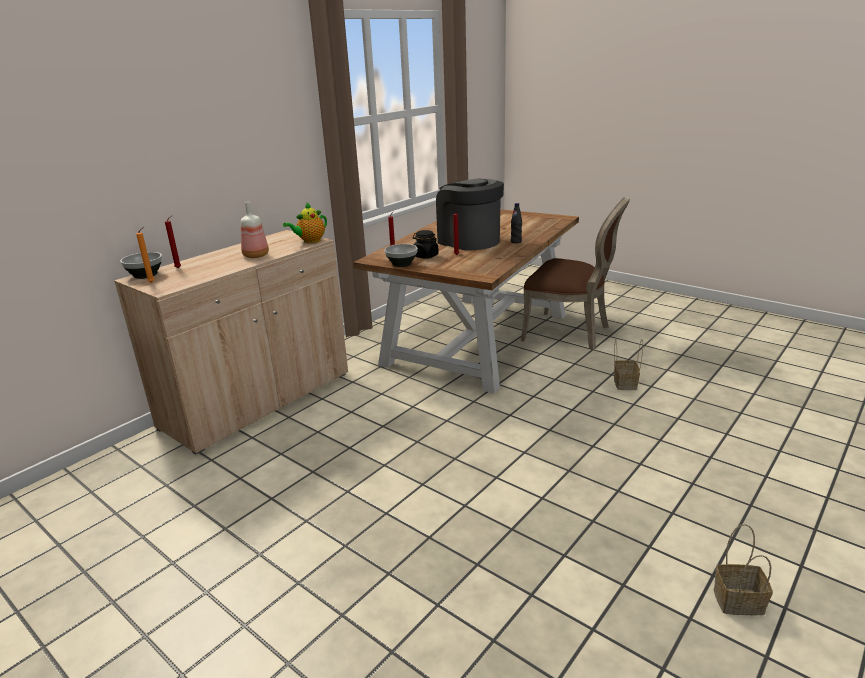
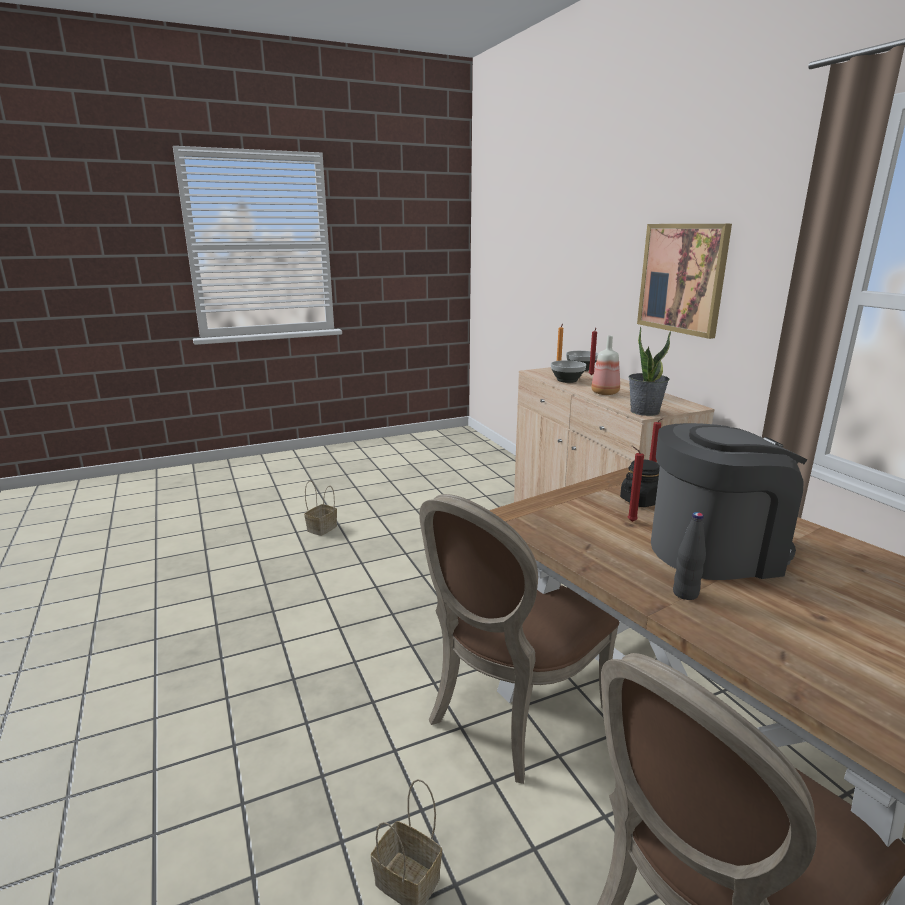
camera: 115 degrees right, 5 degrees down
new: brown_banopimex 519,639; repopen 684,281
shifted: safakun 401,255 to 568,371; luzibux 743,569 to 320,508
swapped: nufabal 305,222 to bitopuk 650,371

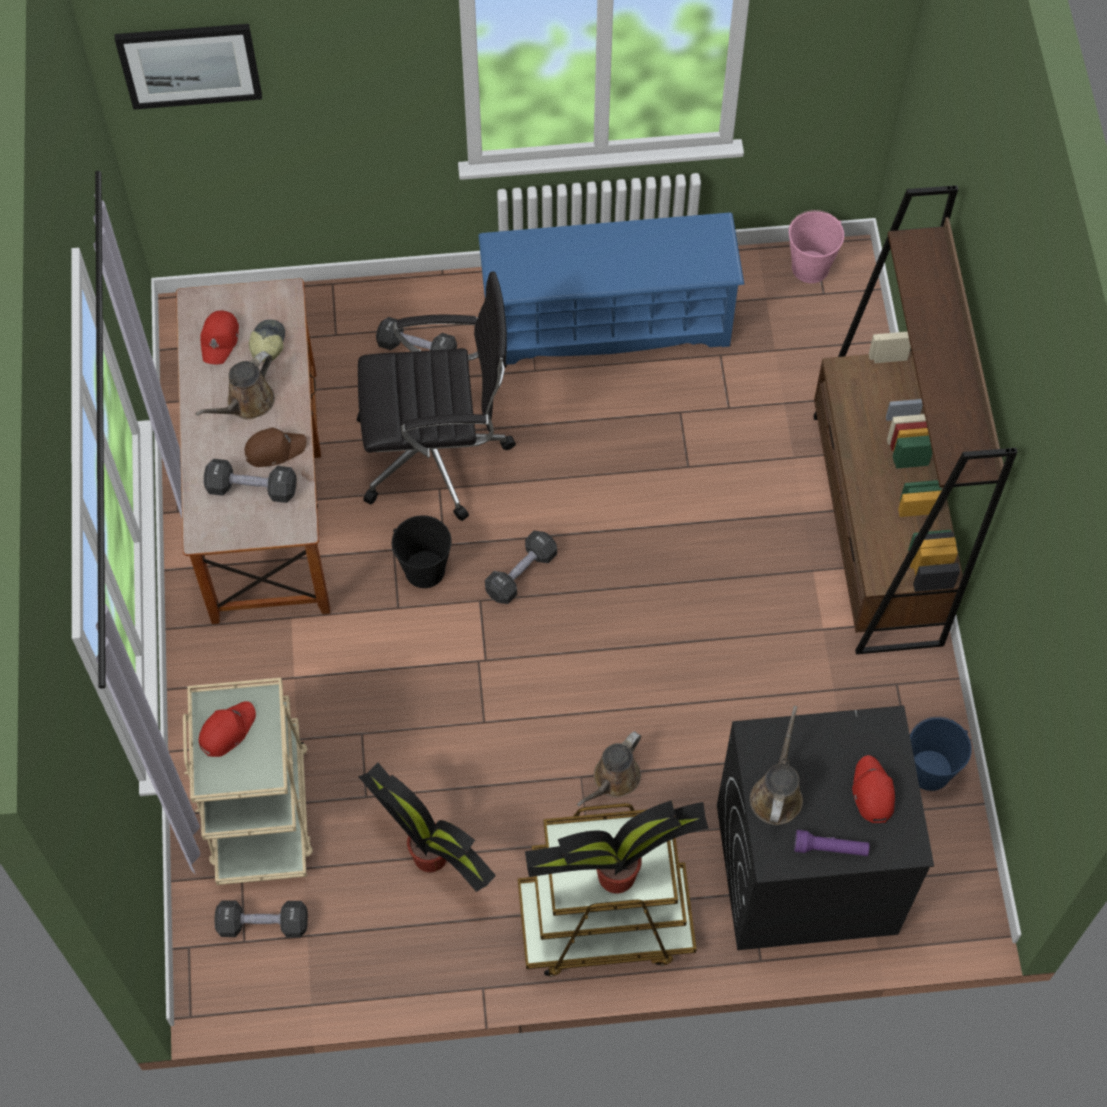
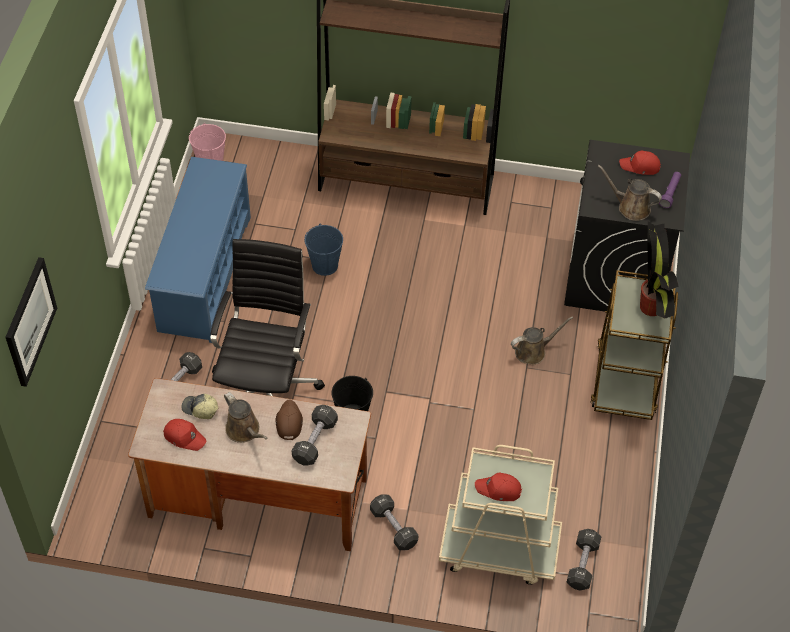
camera: 75 degrees left, 10 degrees down
gone: bitopuk 427,827
shifted: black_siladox 521,567 to 394,522; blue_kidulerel 941,754 to 323,250
rotated: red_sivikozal 227,729 = 498,486 45 degrees counterclockwise; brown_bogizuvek 609,768 = 542,340 75 degrees counterclockwise

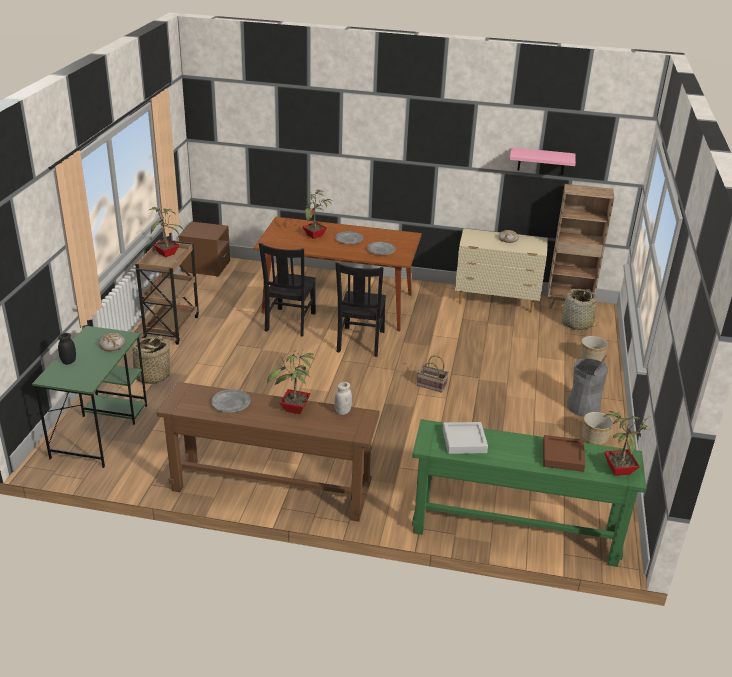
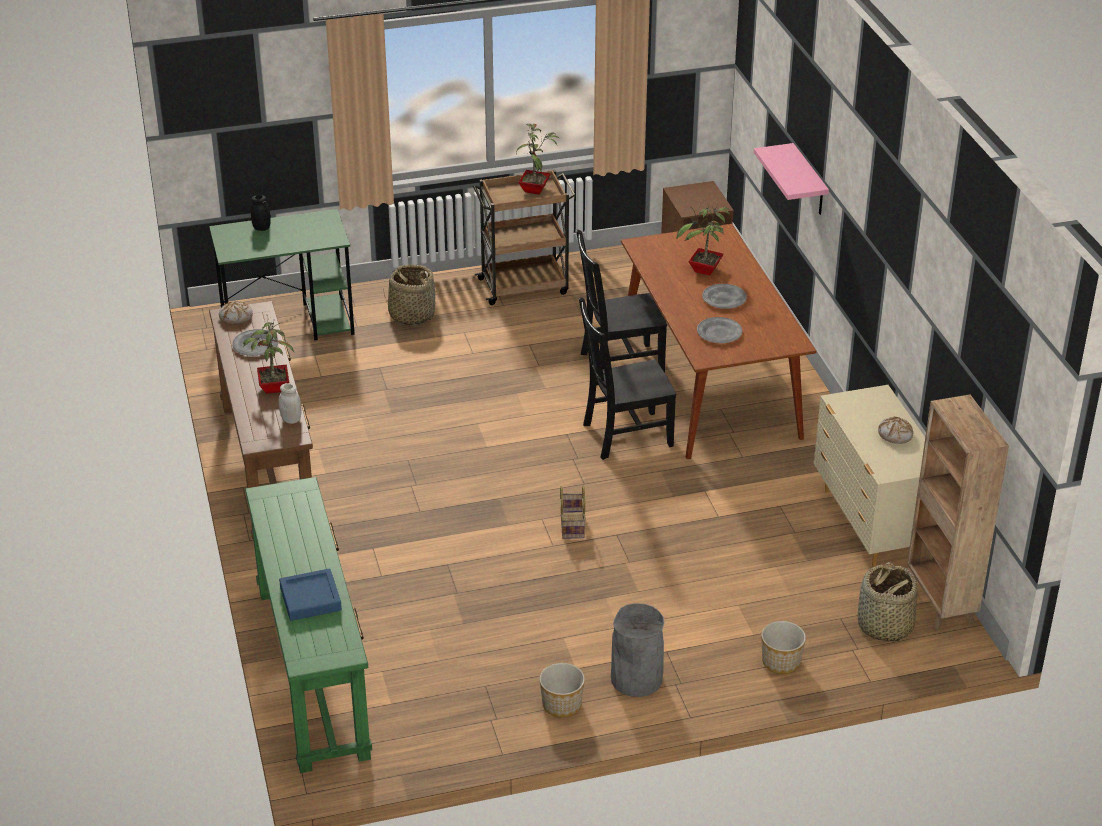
camera: 65 degrees right, 5 degrees up
gone: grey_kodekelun 465,438; bitopuk 627,443
shifted: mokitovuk 112,342 to 236,313; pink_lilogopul 543,161 to 791,179
repainted: brown_kodekelun 564,453 to blue_kodekelun 310,595

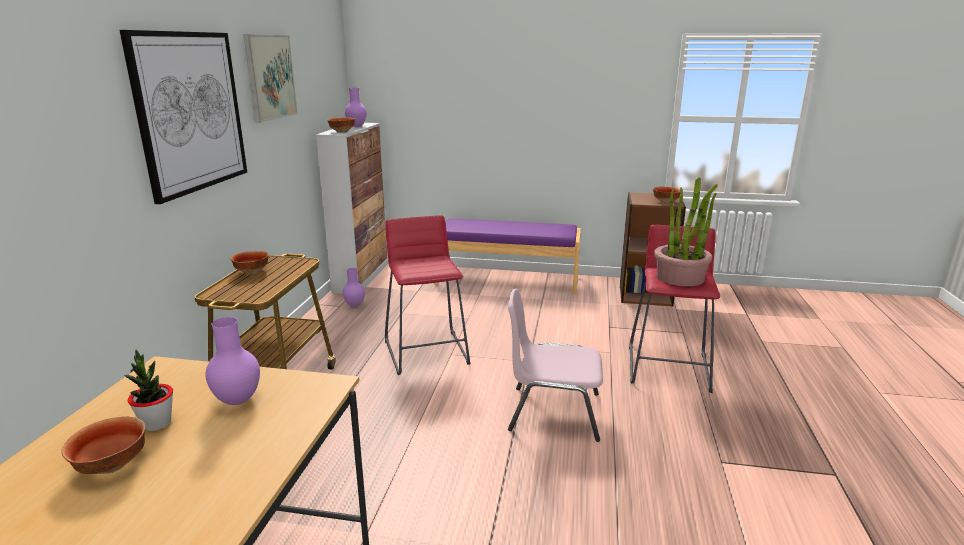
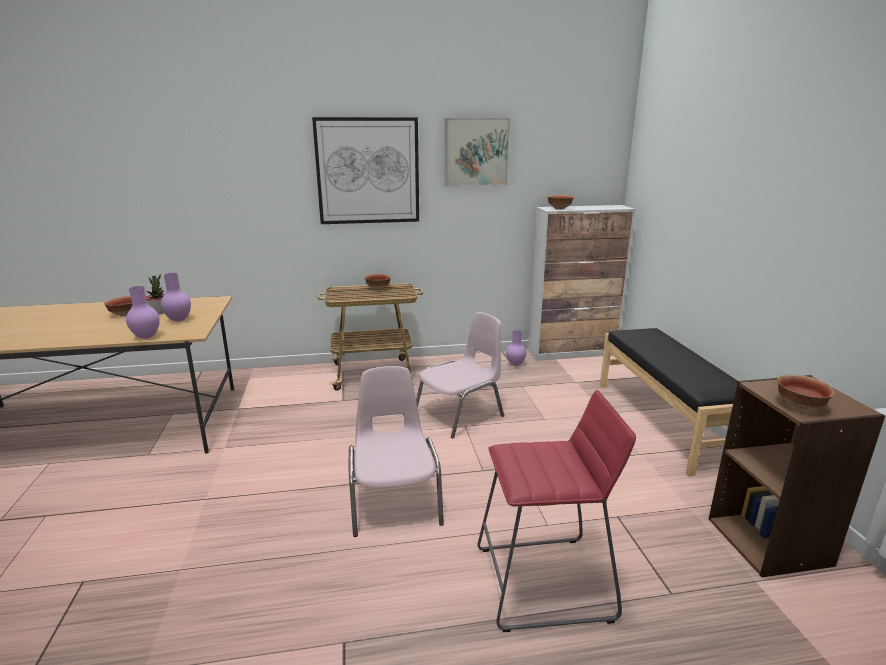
camera: 70 degrees right, 0 degrees up
gone: bitopuk 686,231
shifted: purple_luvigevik 355,107 to 143,312
swapped: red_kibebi 427,295 to pink_banopimex 460,375
repainted: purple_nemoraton 507,256 to black_nemoraton 669,402

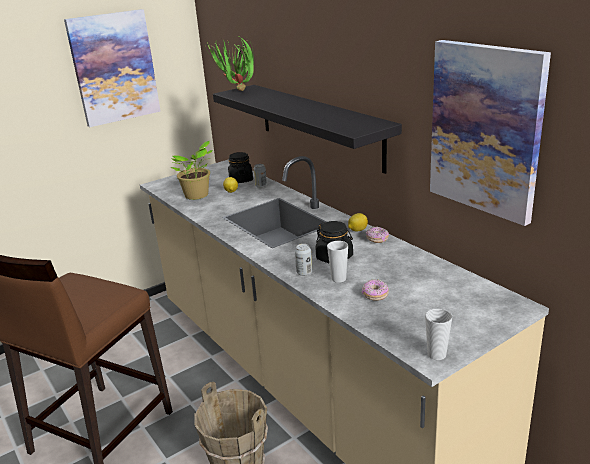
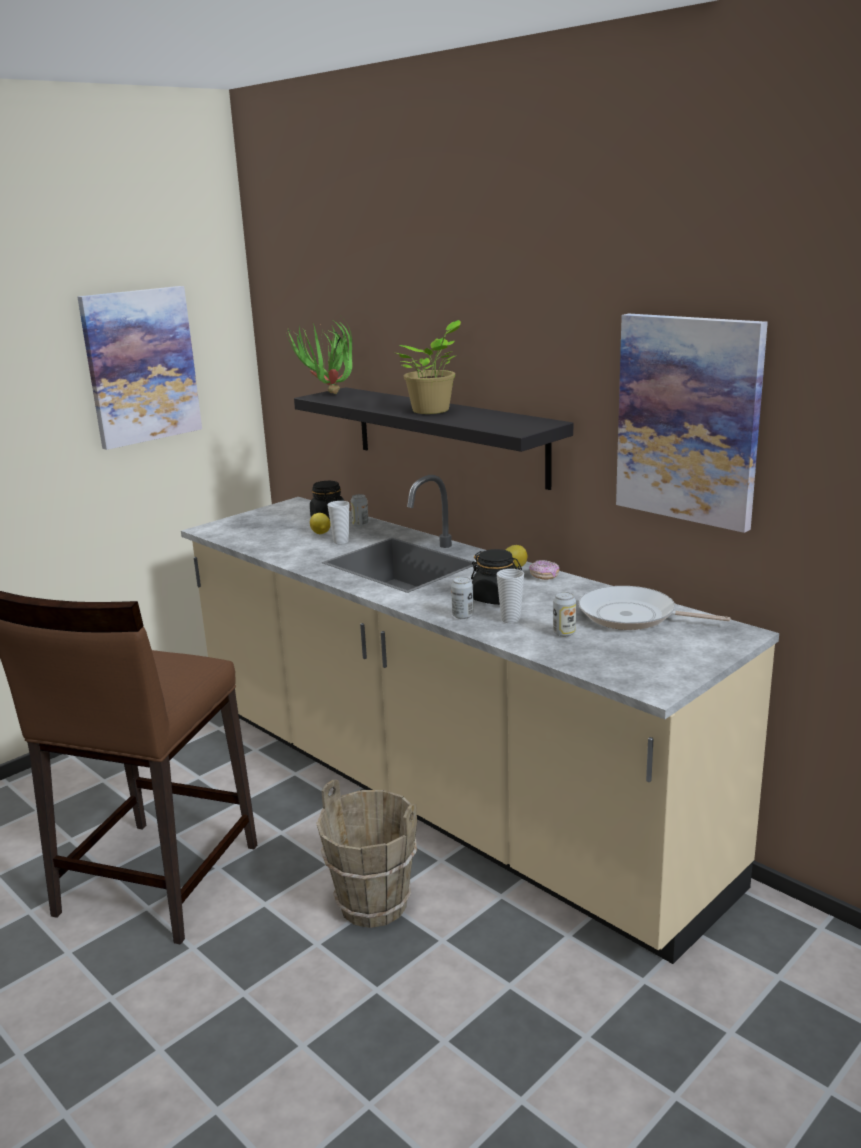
camera: 10 degrees left, 5 degrees down
new: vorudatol 655,608
shifted: bitopuk 192,170 to 428,367; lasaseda 439,334 to 338,522
swapped: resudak 375,290 to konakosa 564,614

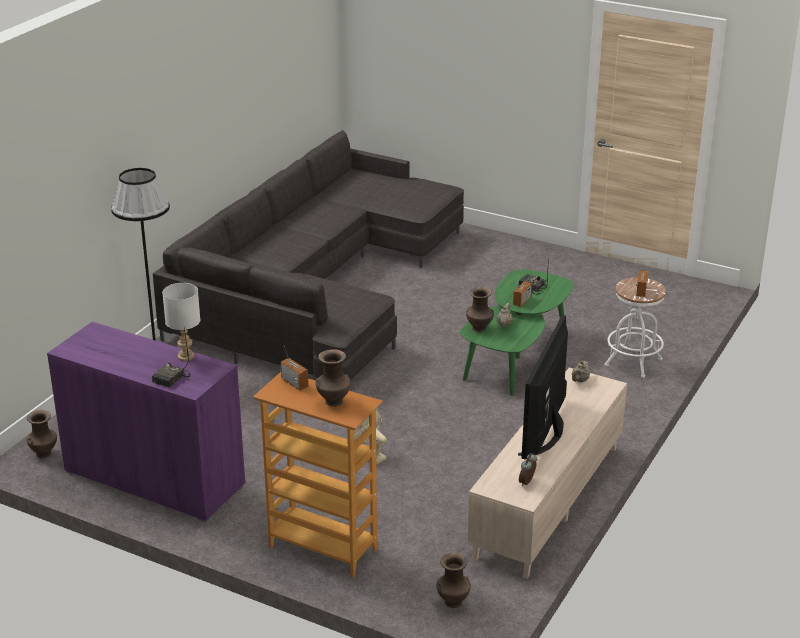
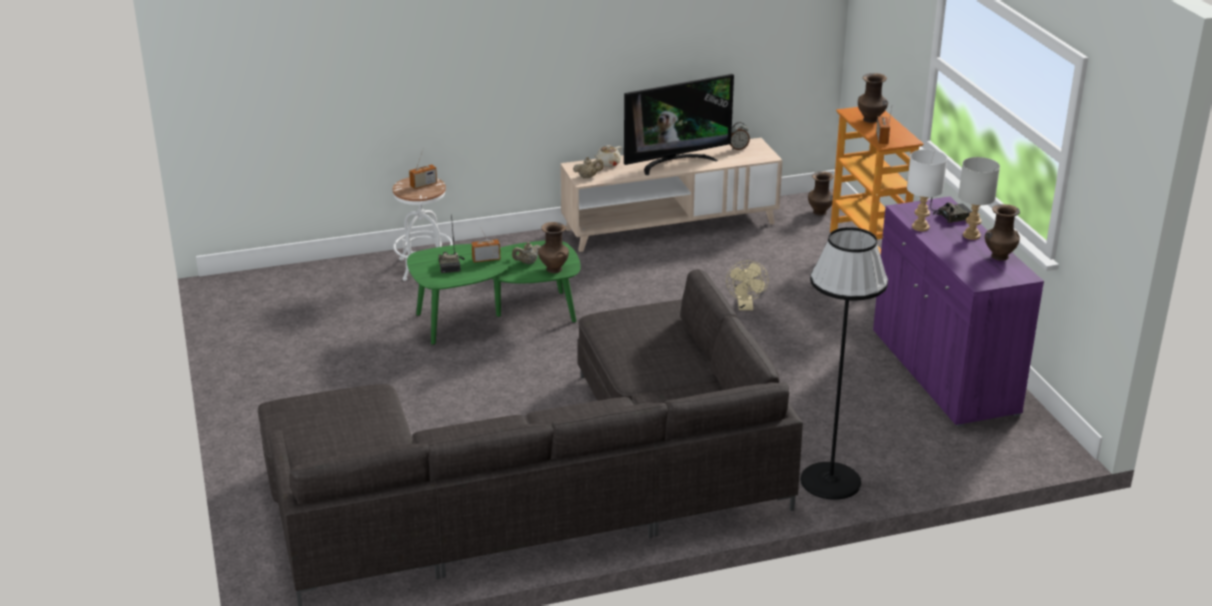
camera: 135 degrees left, 0 degrees up
new: beige_nufabal 608,156; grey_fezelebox 979,198
shifted: brown_luvigevik 42,434 to 1002,232

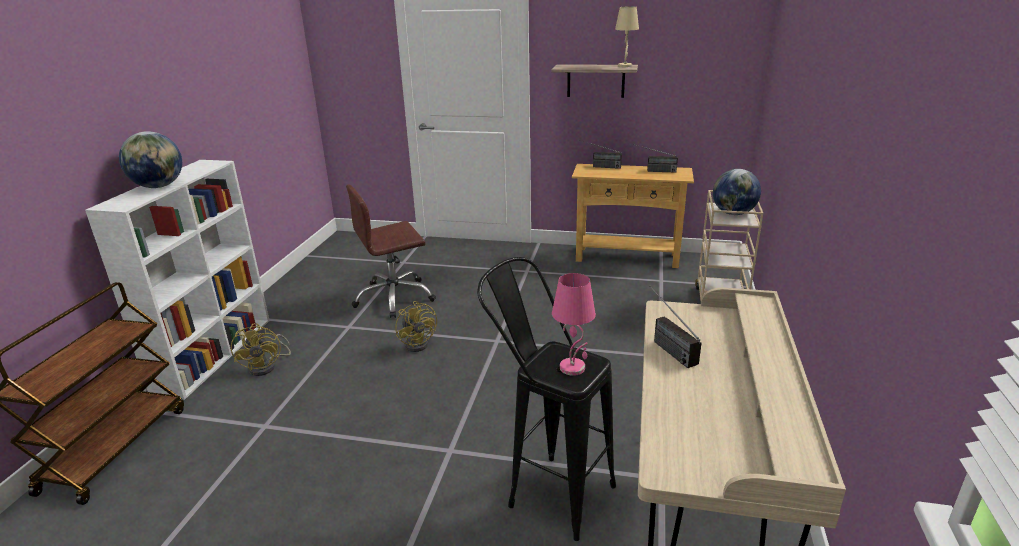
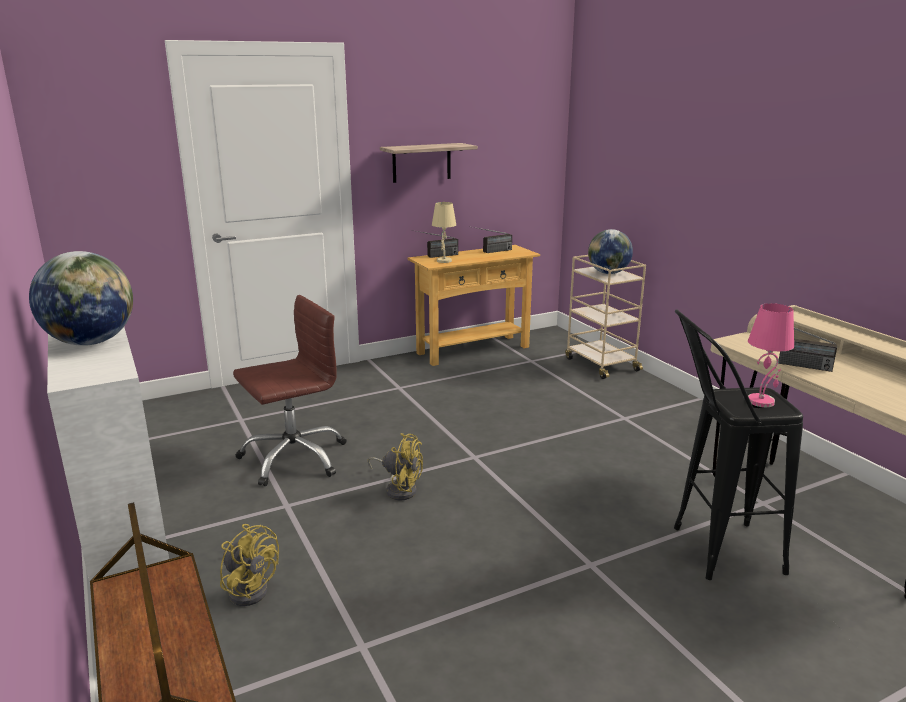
camera: 40 degrees left, 5 degrees down
shifted: beige_fezelebox 627,36 to 444,232
rotated: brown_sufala 391,251 = 290,390 150 degrees counterclockwise

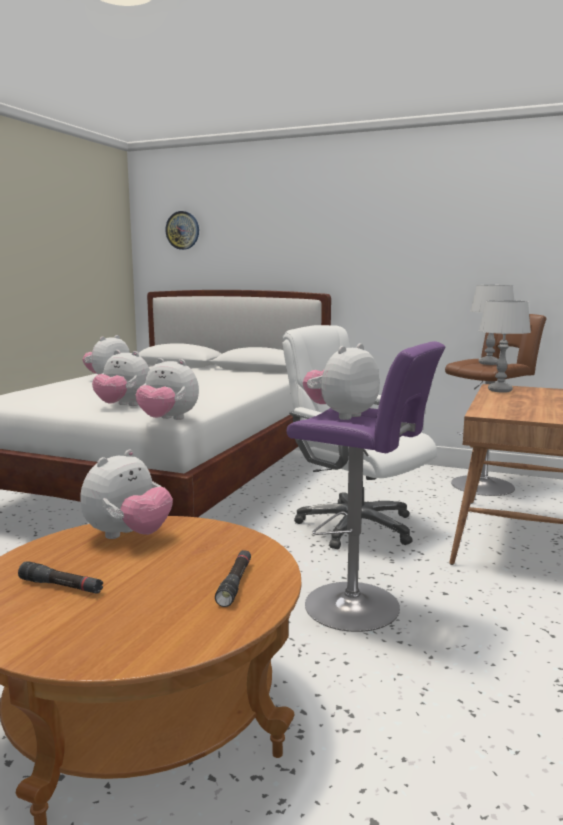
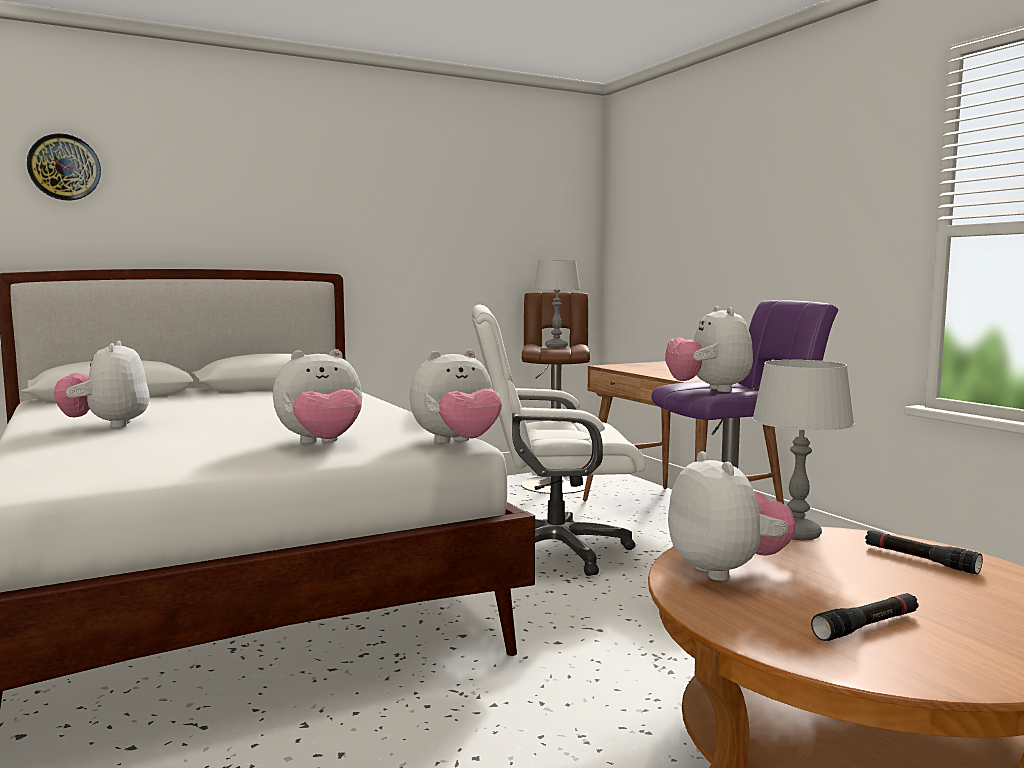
camera: 50 degrees left, 5 degrees down
shifted: grey_fezelebox 505,346 to 803,450

